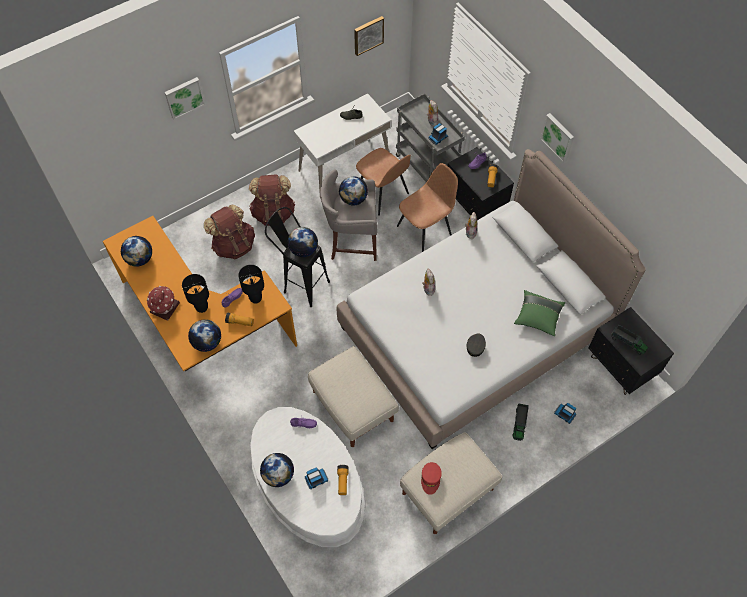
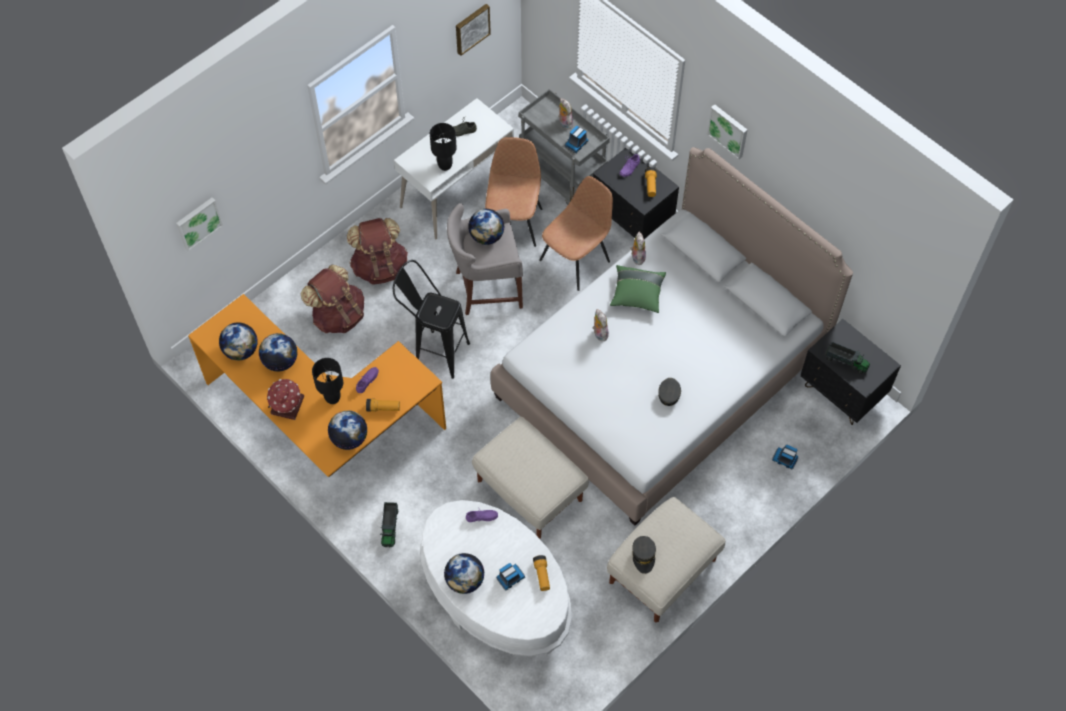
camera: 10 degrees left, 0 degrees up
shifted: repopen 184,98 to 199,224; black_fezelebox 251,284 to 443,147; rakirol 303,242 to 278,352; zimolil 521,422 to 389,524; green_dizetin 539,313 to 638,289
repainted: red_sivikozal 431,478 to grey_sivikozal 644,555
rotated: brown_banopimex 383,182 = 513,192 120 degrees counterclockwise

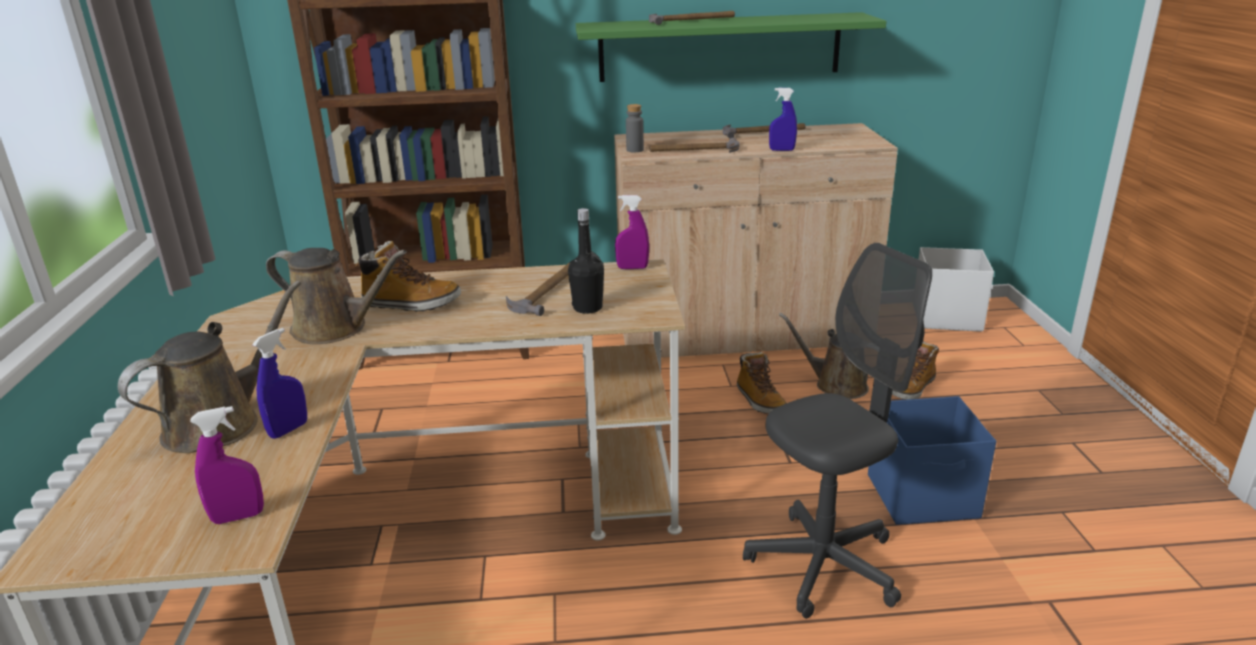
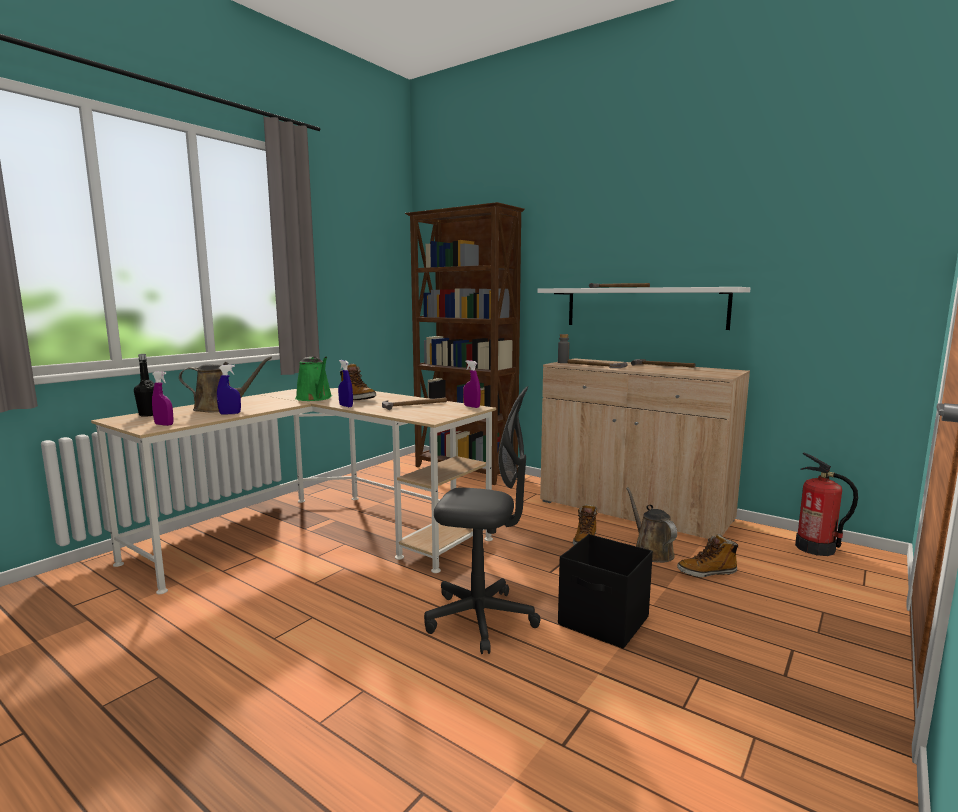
camera: 40 degrees right, 15 degrees down
shifted: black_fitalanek 586,261 to 144,385; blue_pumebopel 783,119 to 345,383
swapped: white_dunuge 956,289 to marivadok 826,504
repainted: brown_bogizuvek 336,296 to green_bogizuvek 313,378; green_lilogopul 731,47 to white_lilogopul 643,308; blue_dunuge 932,460 to black_dunuge 605,591

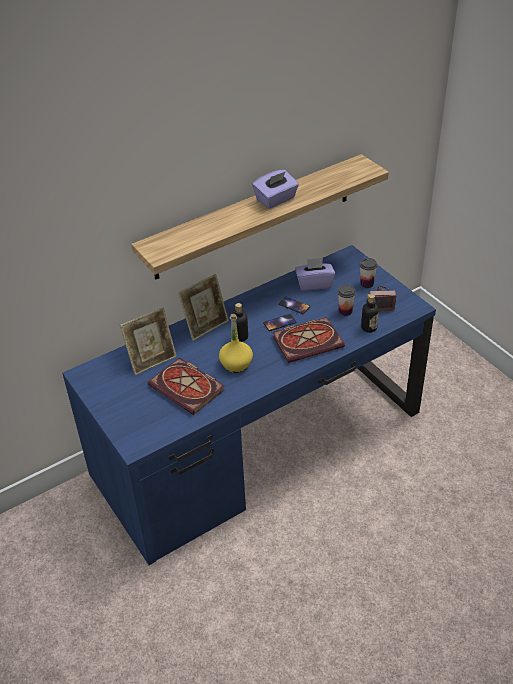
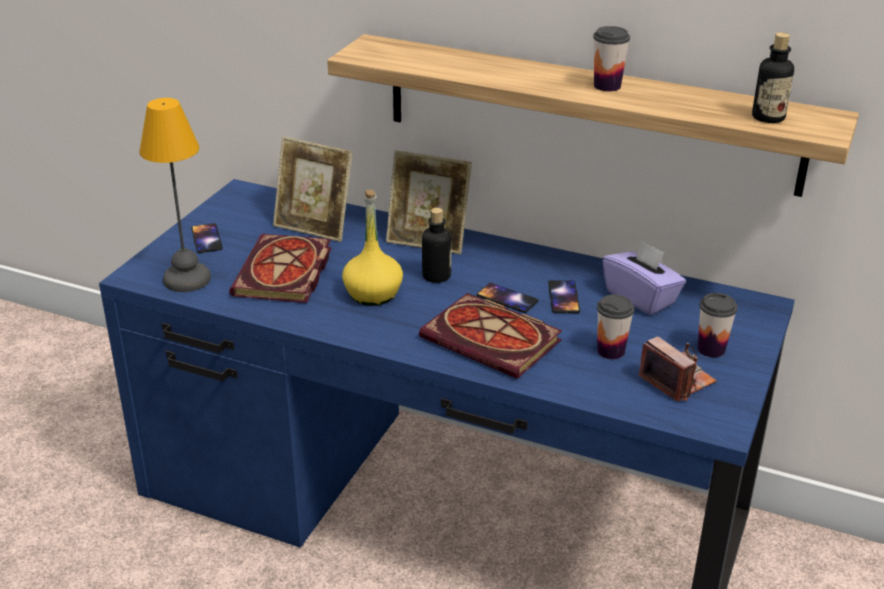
camera: 55 degrees right, 10 degrees down
new: fezelebox 175,195; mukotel 207,238
shifted: fitalanek 370,313 to 773,77
swapped: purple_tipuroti 275,189 to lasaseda 611,59

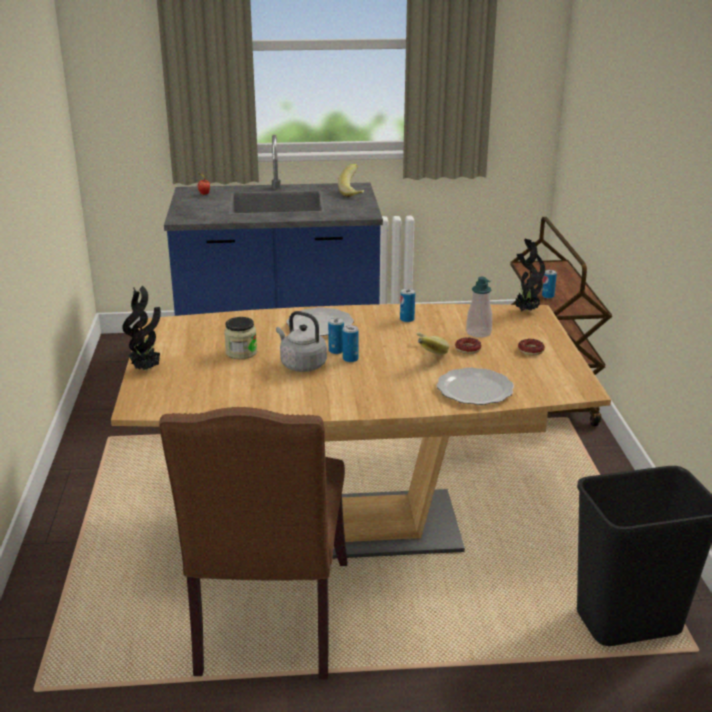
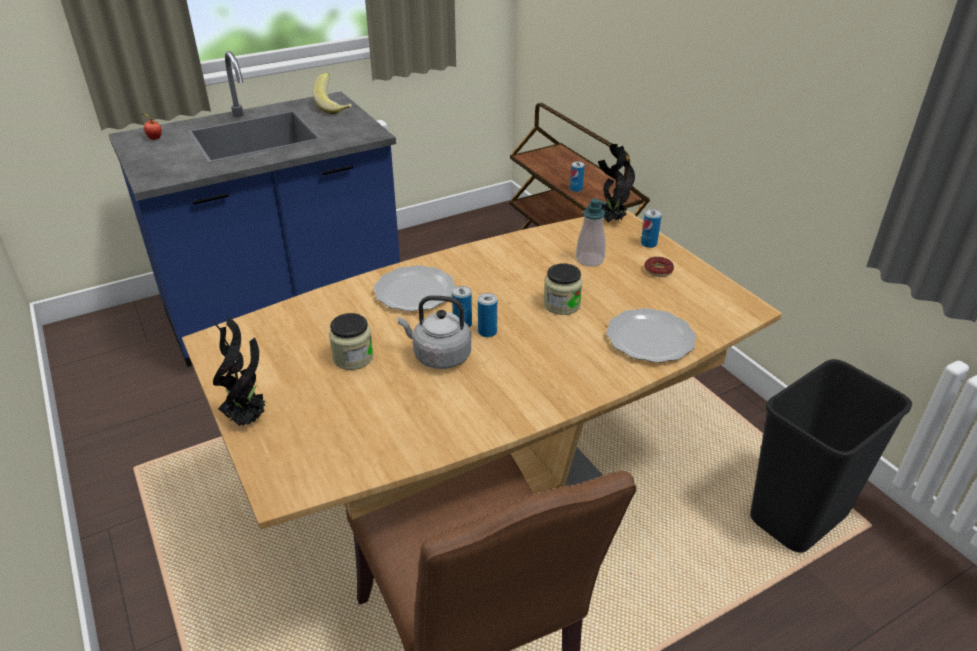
camera: 25 degrees left, 10 degrees up
gone: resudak 468,346
shifted: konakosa 407,305 to 651,228
swapped: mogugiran 432,343 to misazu 563,289

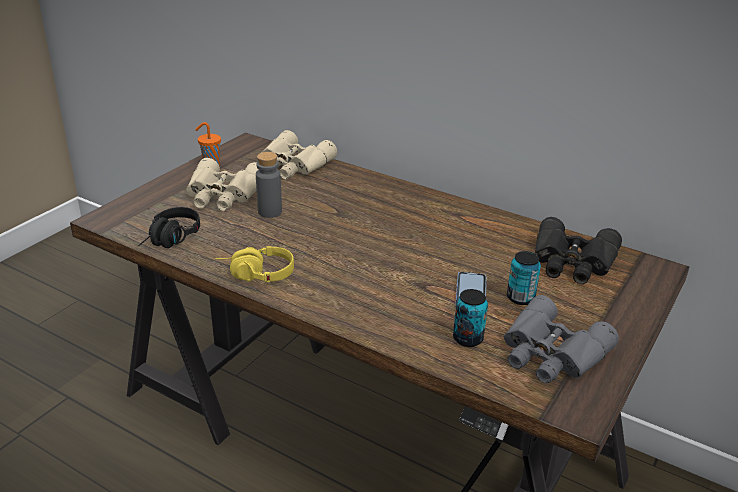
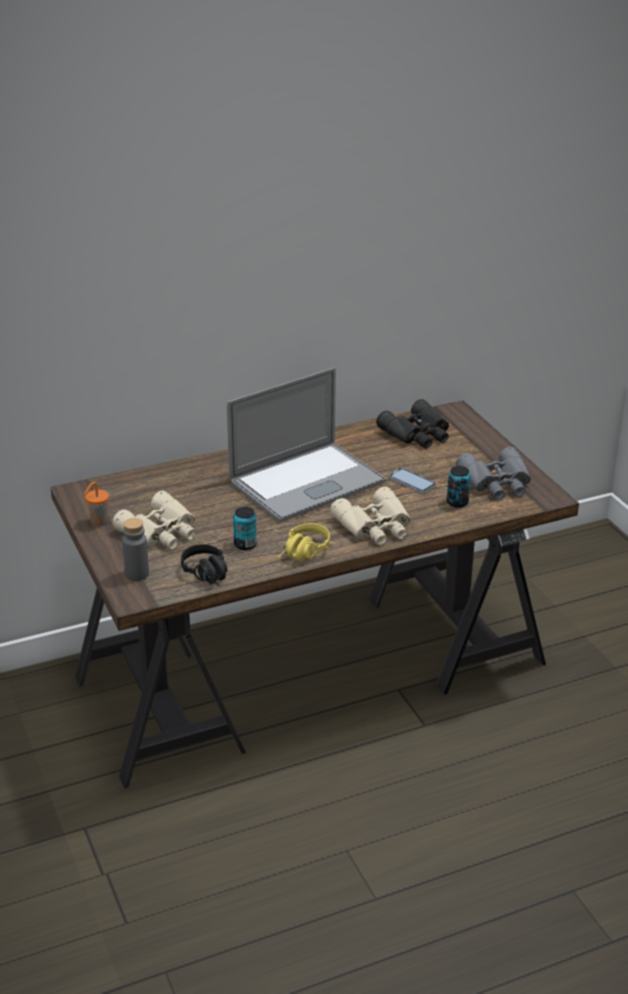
camera: 55 degrees left, 0 degrees up
new: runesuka 306,445
shifted: grey_fitalanek 269,185 to 135,549; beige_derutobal 299,154 to 370,516; konakosa 524,278 to 245,528

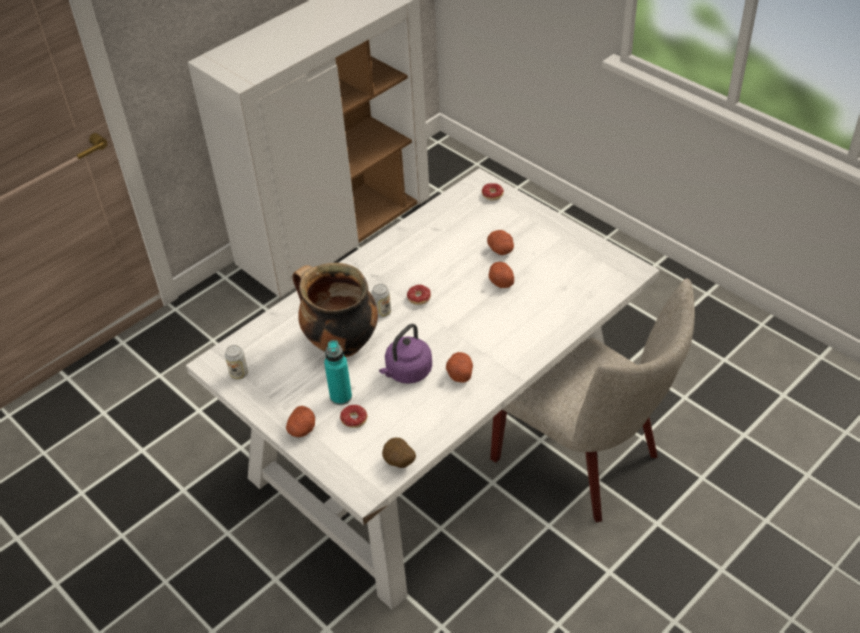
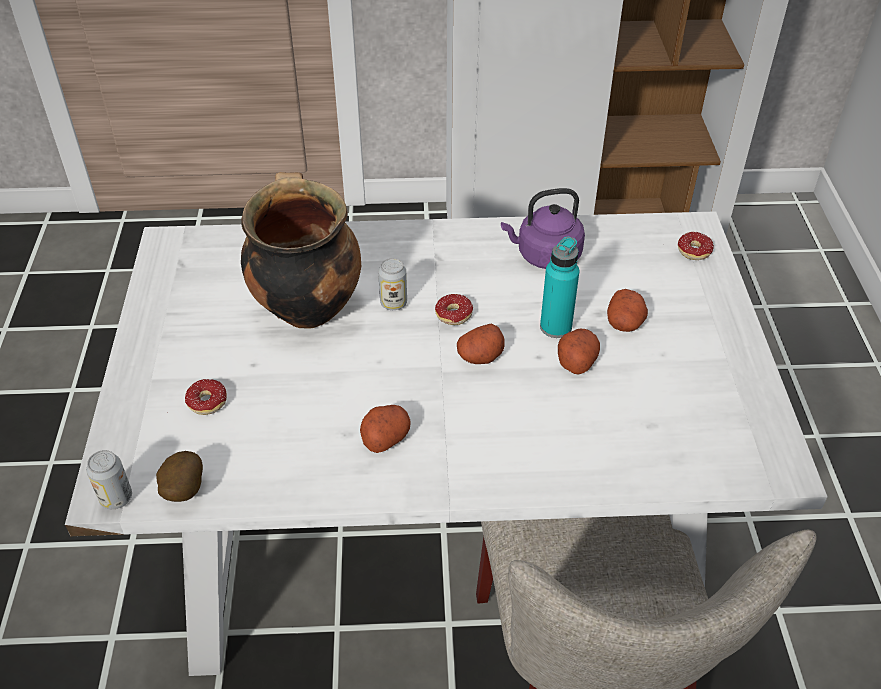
camera: 40 degrees right, 0 degrees up
shifted: konakosa 236,362 to 109,479; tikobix 300,421 to 481,344; turquoise_fitalanek 338,372 to 559,287; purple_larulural 405,354 to 543,228

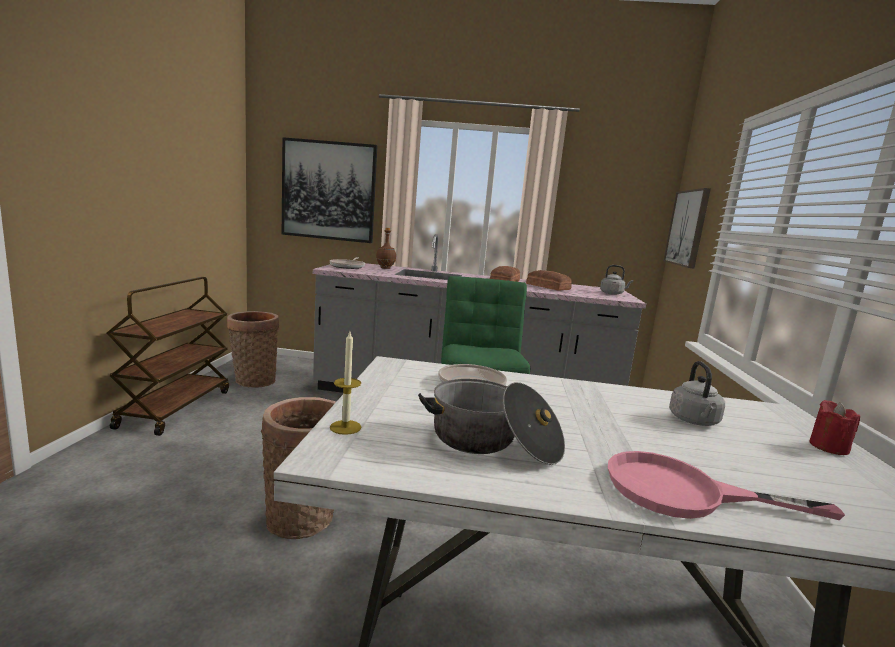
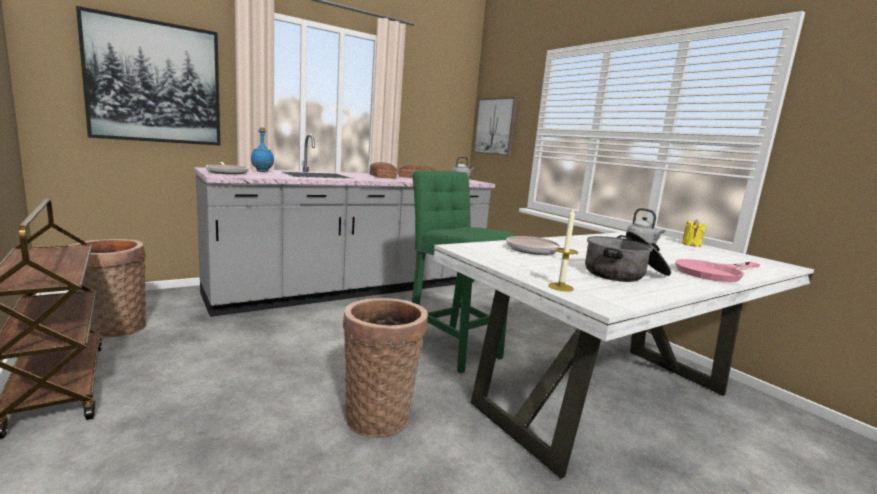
camera: 40 degrees left, 0 degrees up
repainted: brown_fitalanek 386,248 to blue_fitalanek 262,149; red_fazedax 834,427 to yellow_fazedax 694,233

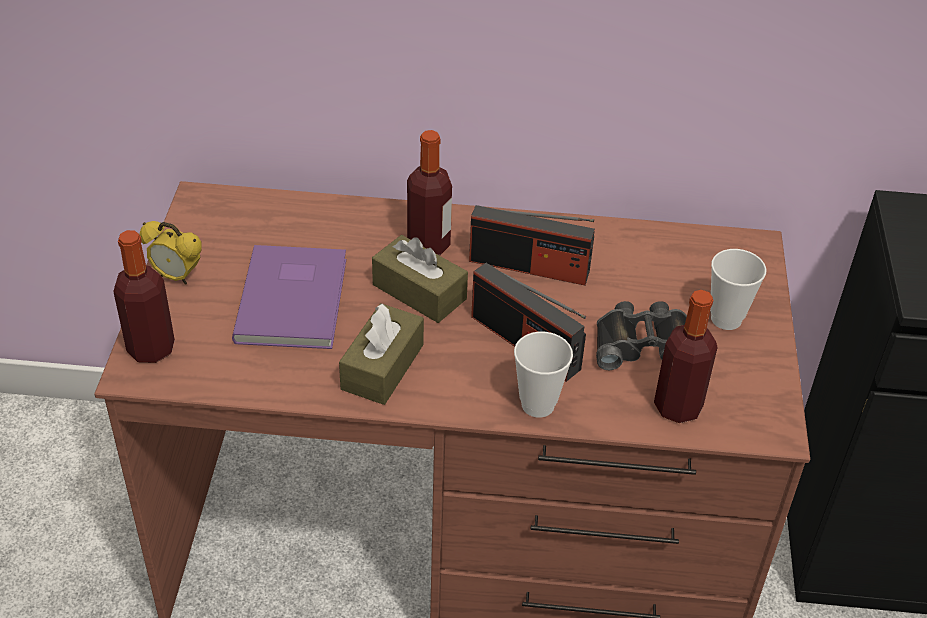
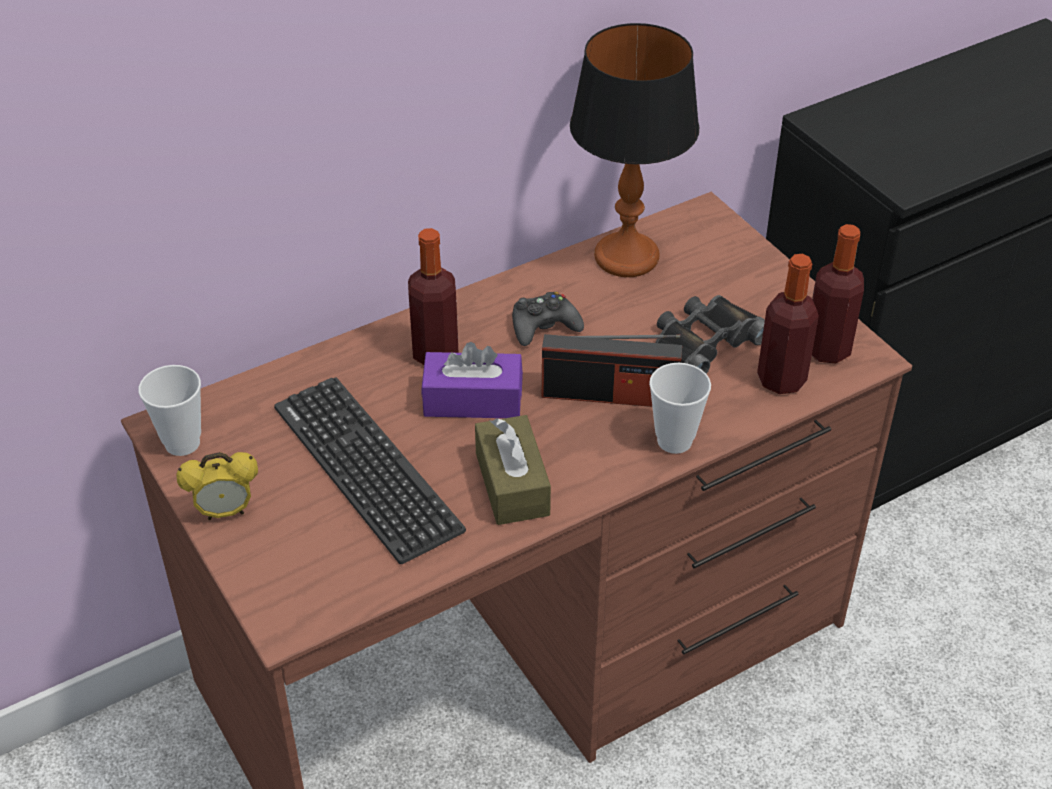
camera: 35 degrees left, 0 degrees up
new: fezelebox 634,150
shifted: fitalanek 144,296 to 838,294; lasaseda 738,289 to 169,410
swapped: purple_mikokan 289,297 to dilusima 370,471; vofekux 532,245 to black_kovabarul 548,319
repainted: brown_tipuroti 420,279 to purple_tipuroti 472,380

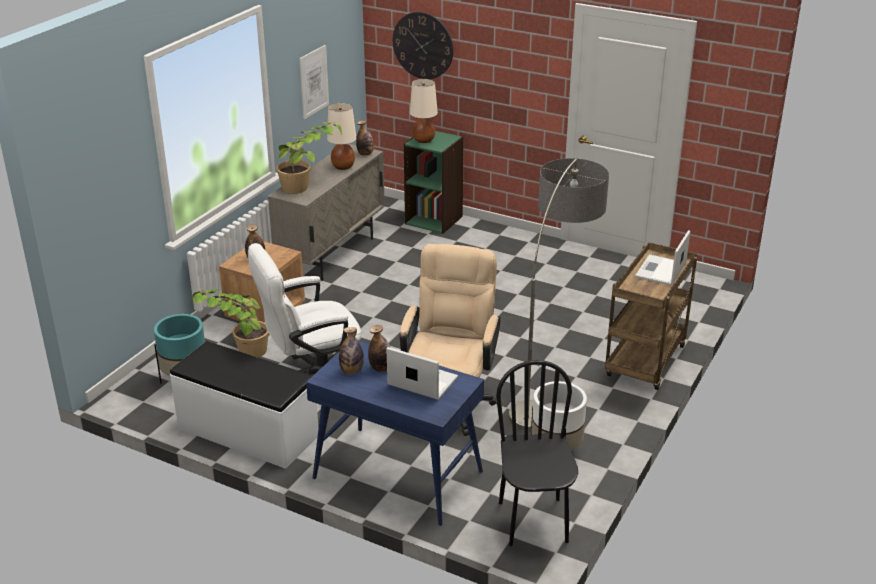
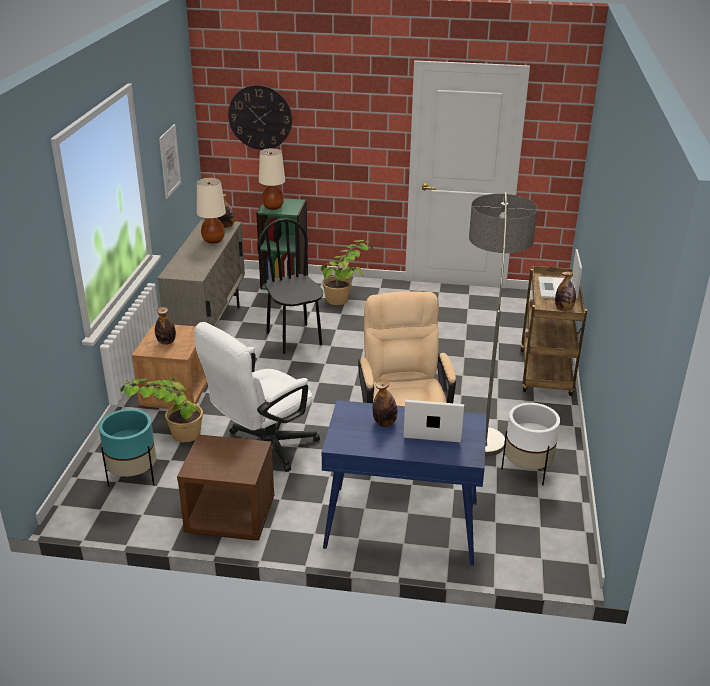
camera: 20 degrees left, 0 degrees up
shifted: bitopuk 309,158 to 347,272; fitalanek 351,350 to 565,291; black_banopimex 537,453 to 290,286
swapped: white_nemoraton 244,405 to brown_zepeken 225,487

